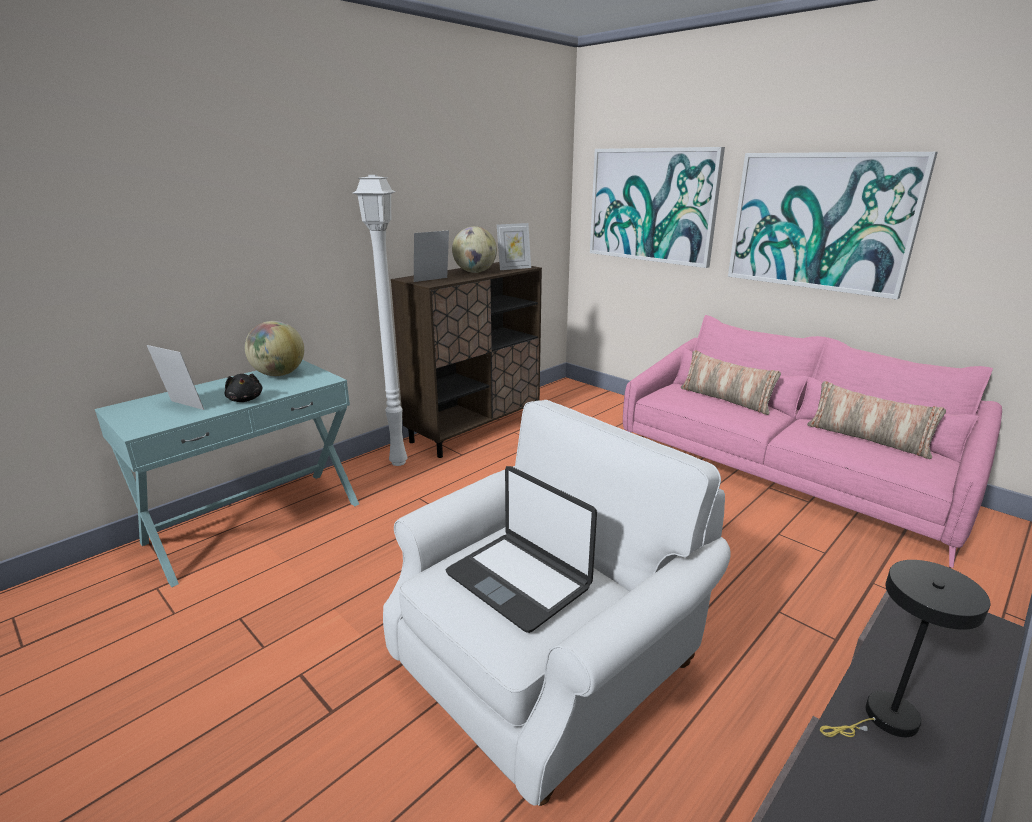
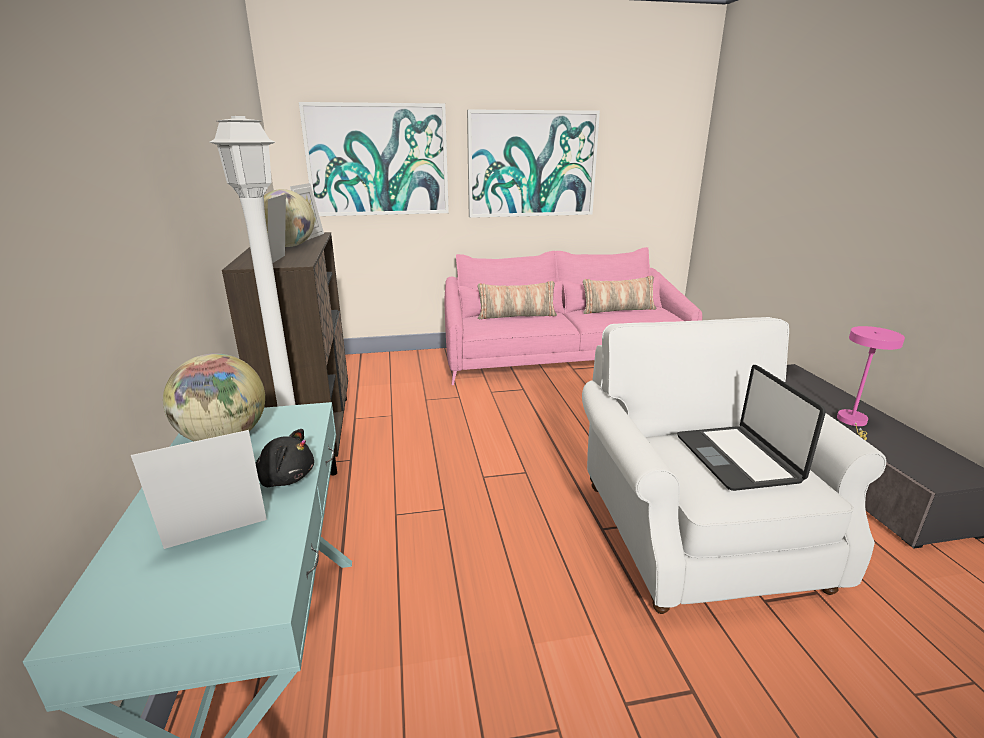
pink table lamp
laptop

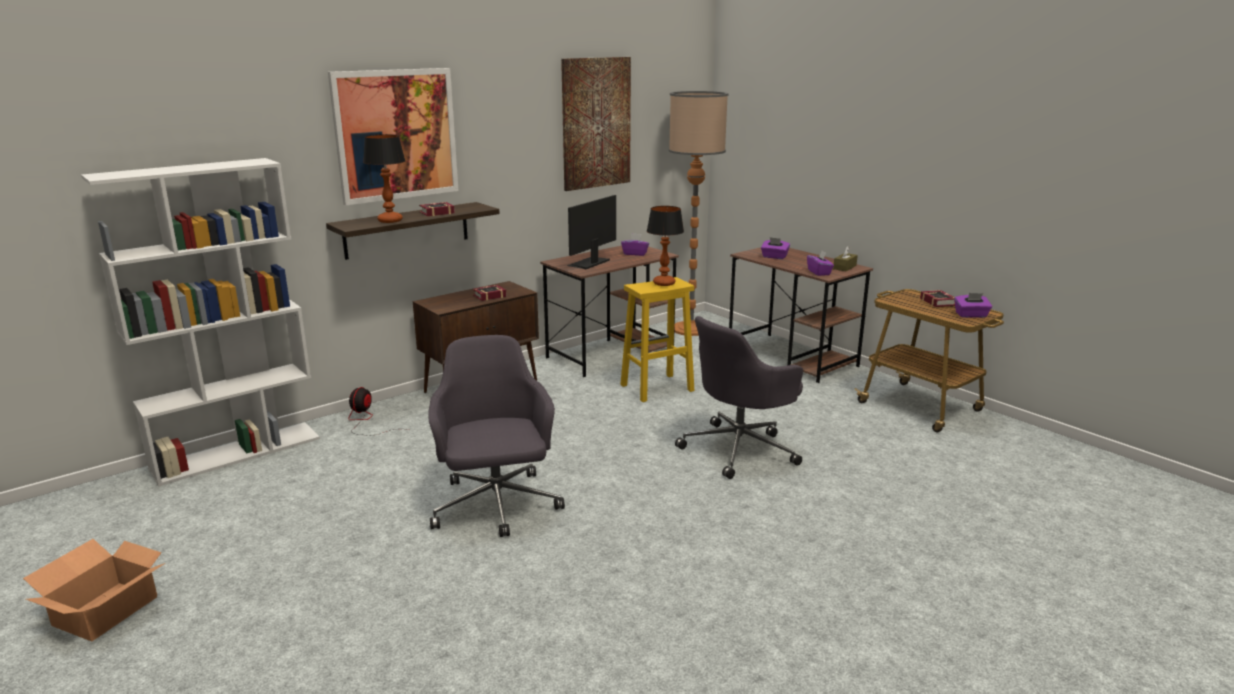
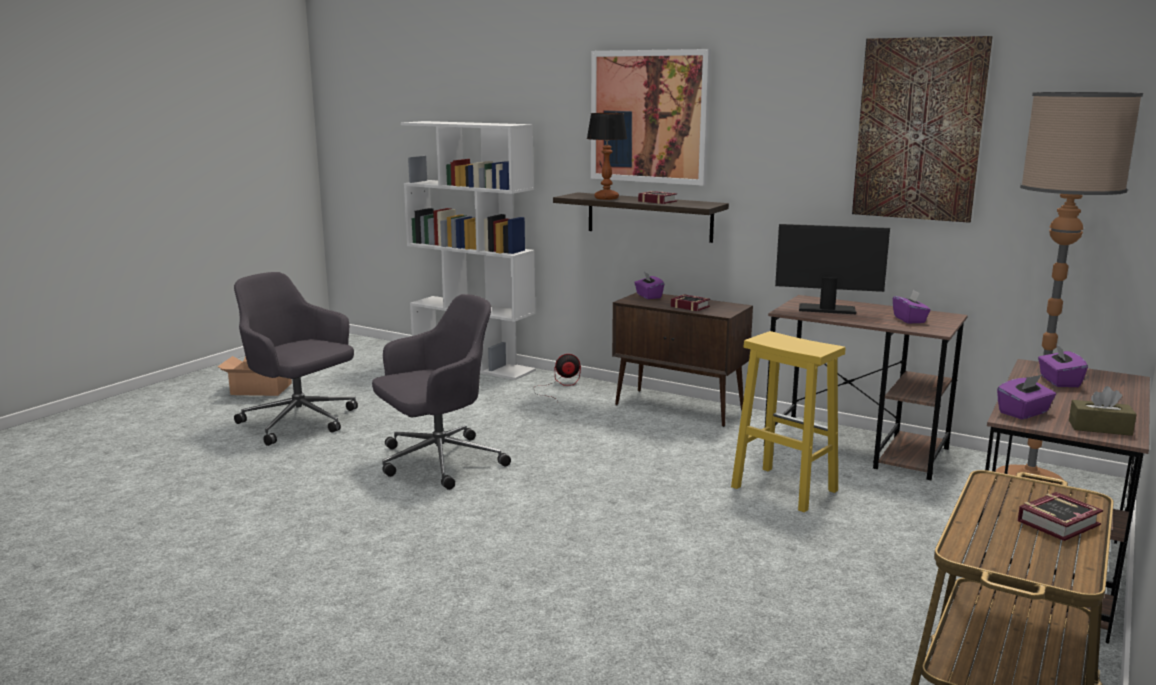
table lamp (2nd from left in the first image)
grey office chair (1st from left)
purple tissue box (1st from left)

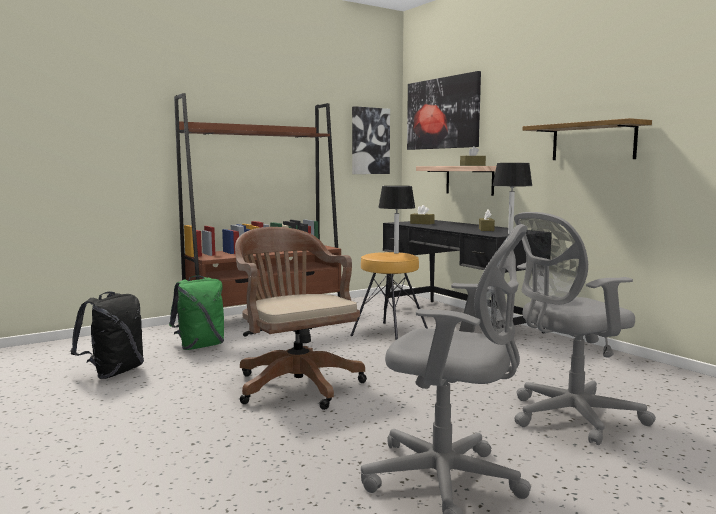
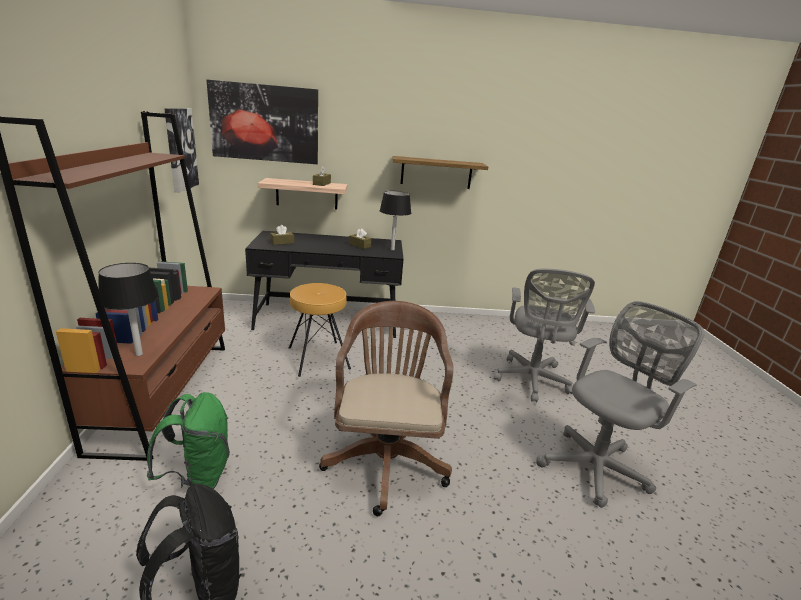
black table lamp (1st from left)
brown office chair

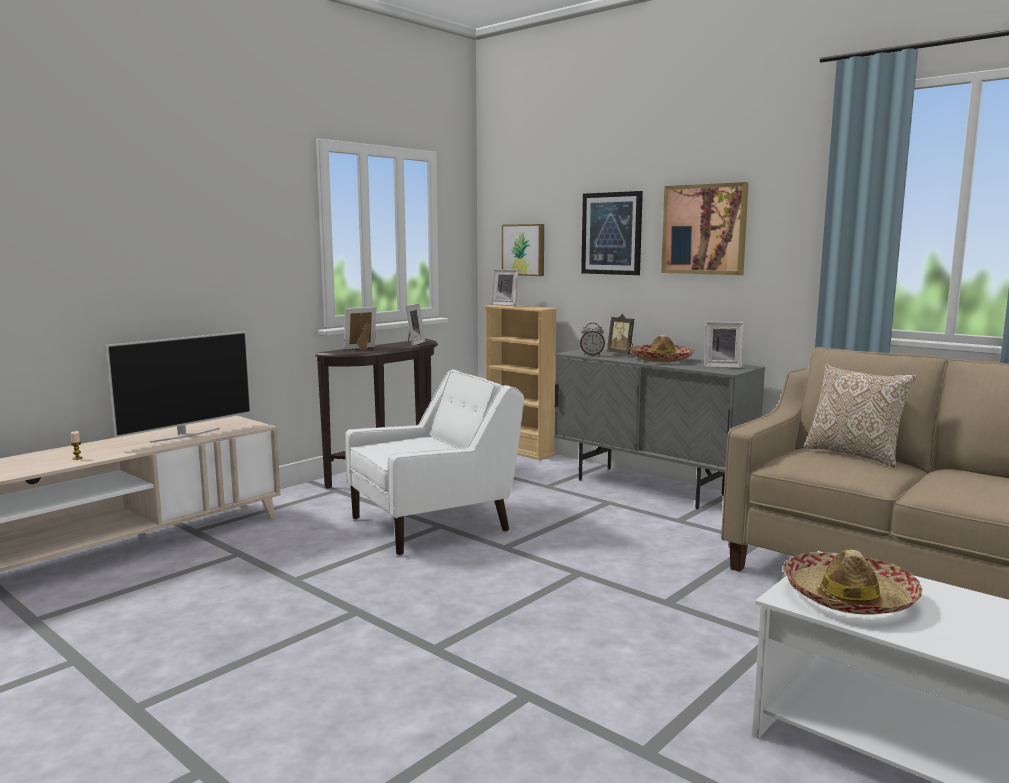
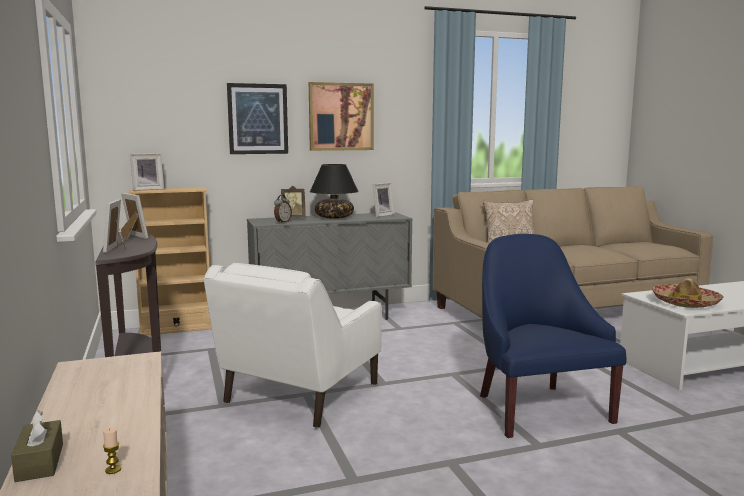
television
picture (1st from left in the first image)
brown tissue box
blue armchair
black table lamp
white armchair

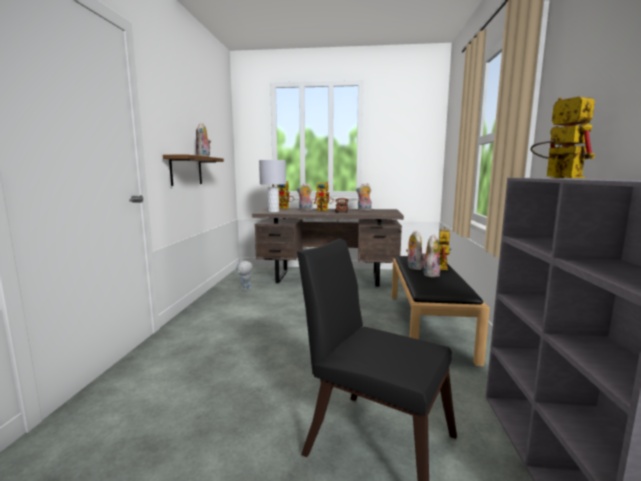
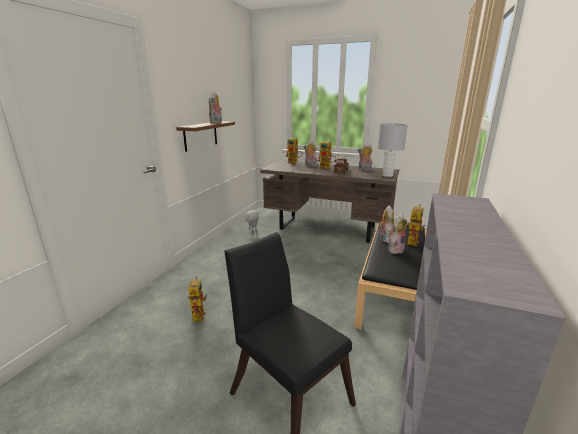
grey table lamp
toy robot (1st from left)

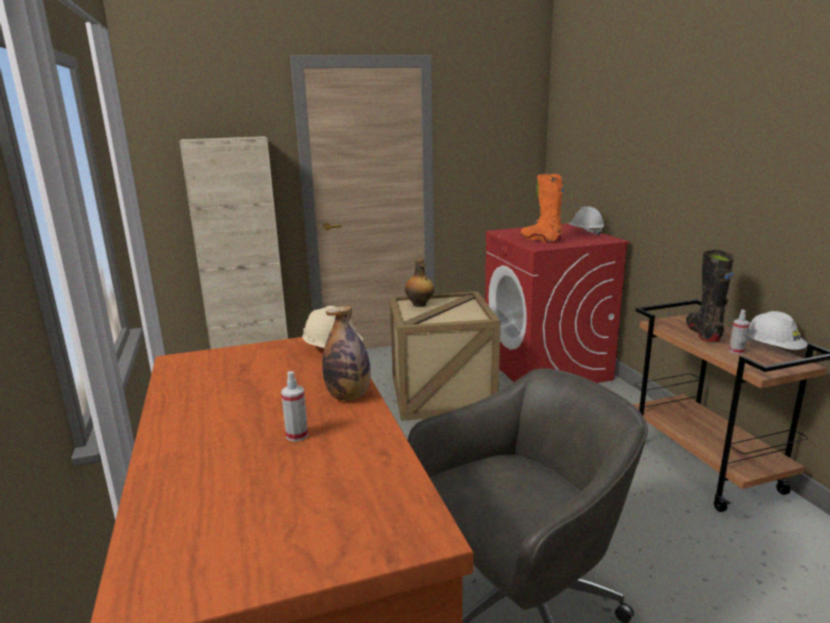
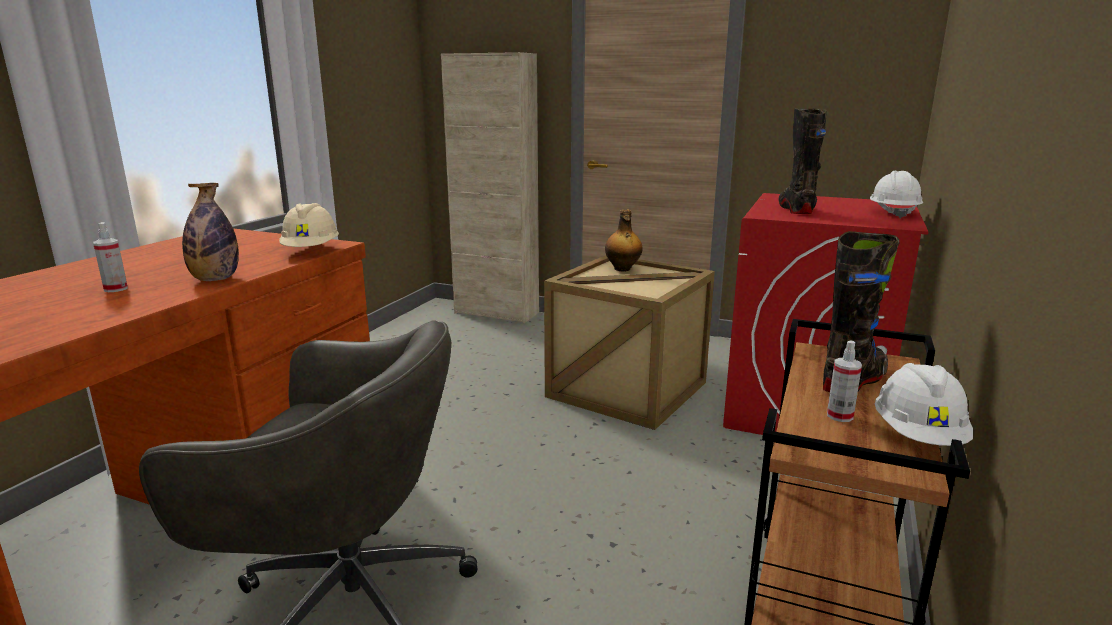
black boot (1st from left)

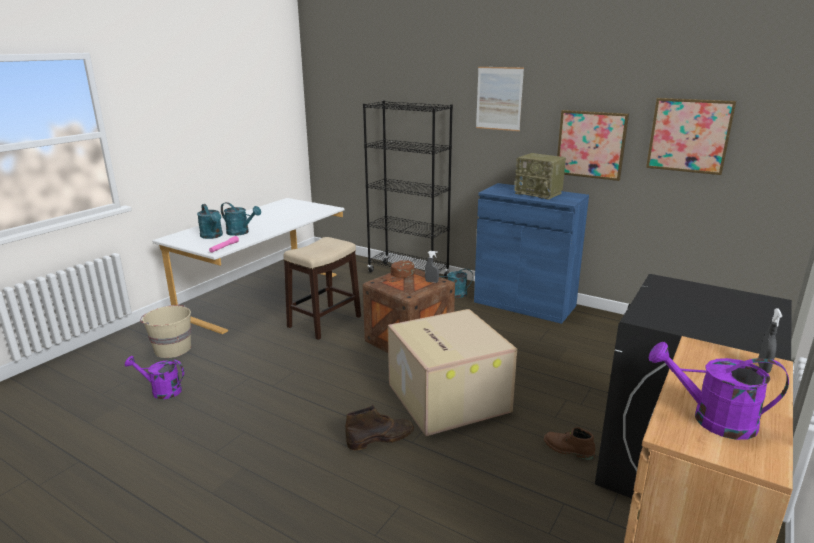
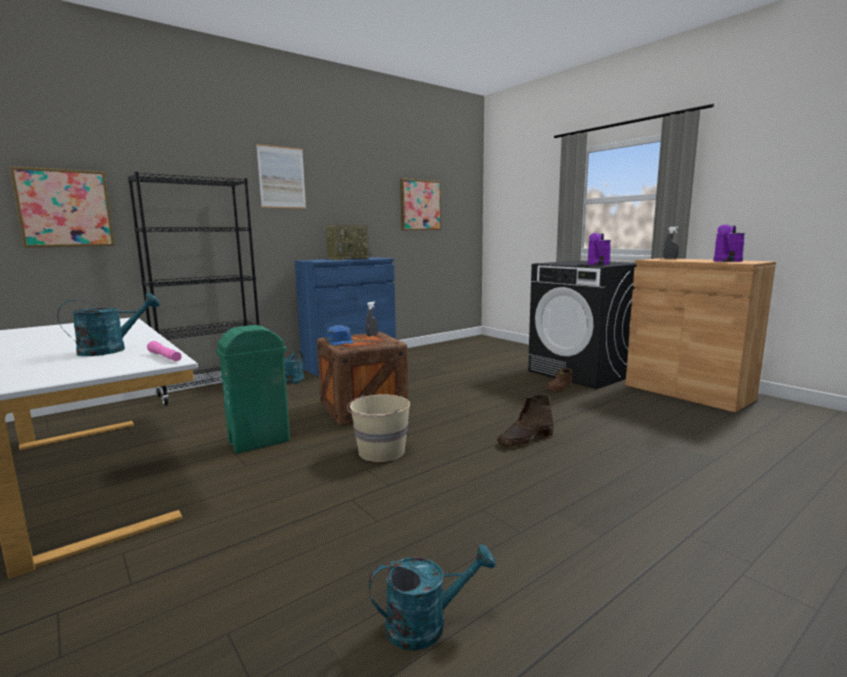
cardboard box
purple watering can (1st from left)
beige bucket
turquoise watering can (3rd from left)
picture (1st from left)
green trash can
blue cap
brown boot (1st from left)

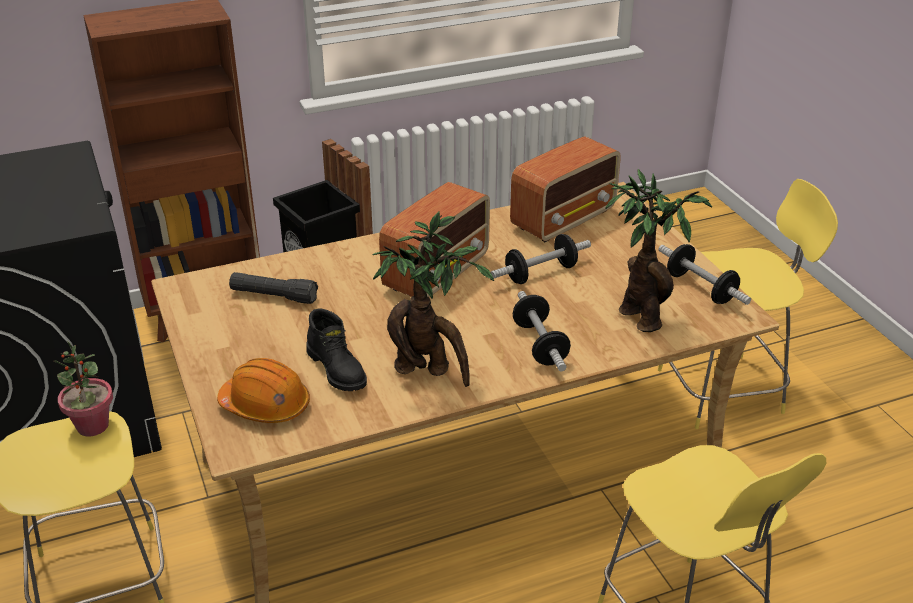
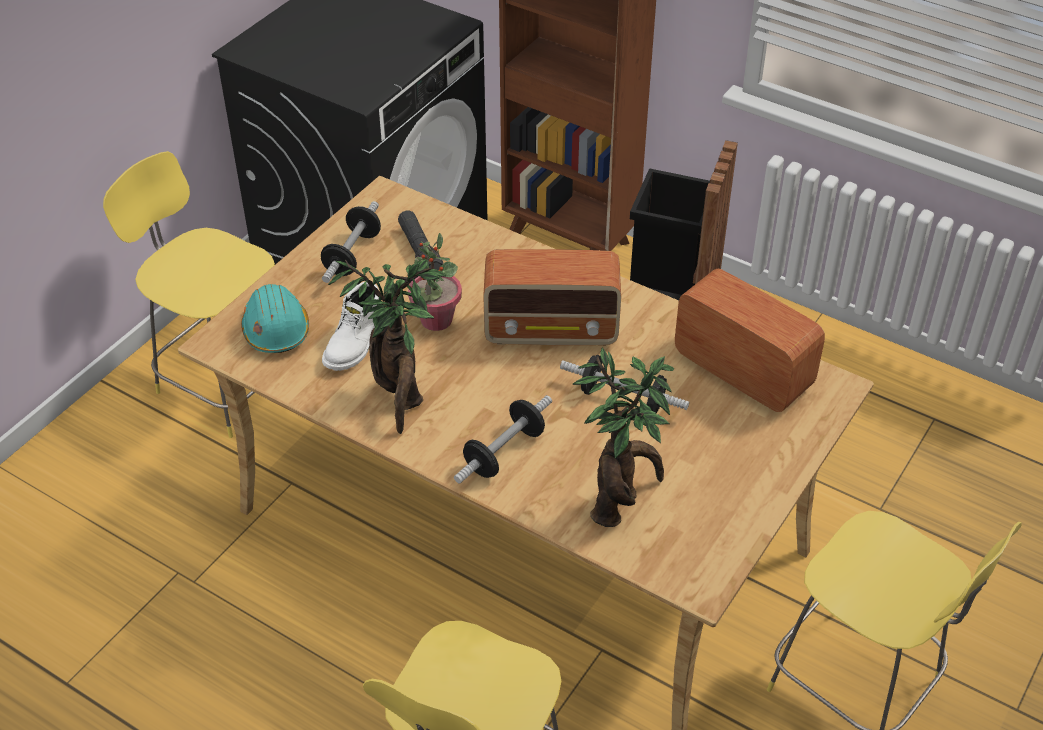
potted plant (2nd from left)
dumbbell (1st from left)
turquoise hard hat
white boot
radio (2nd from left)

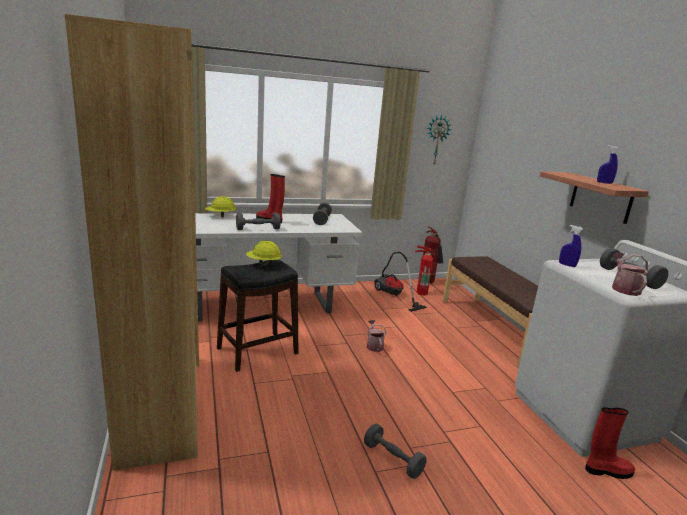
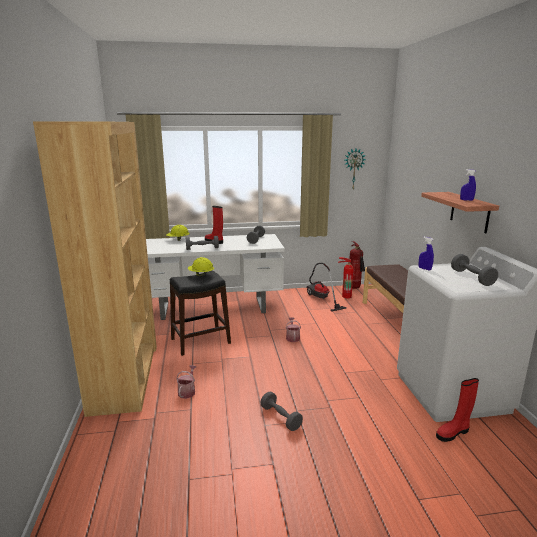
watering can (1st from left)
red boot (2nd from left)

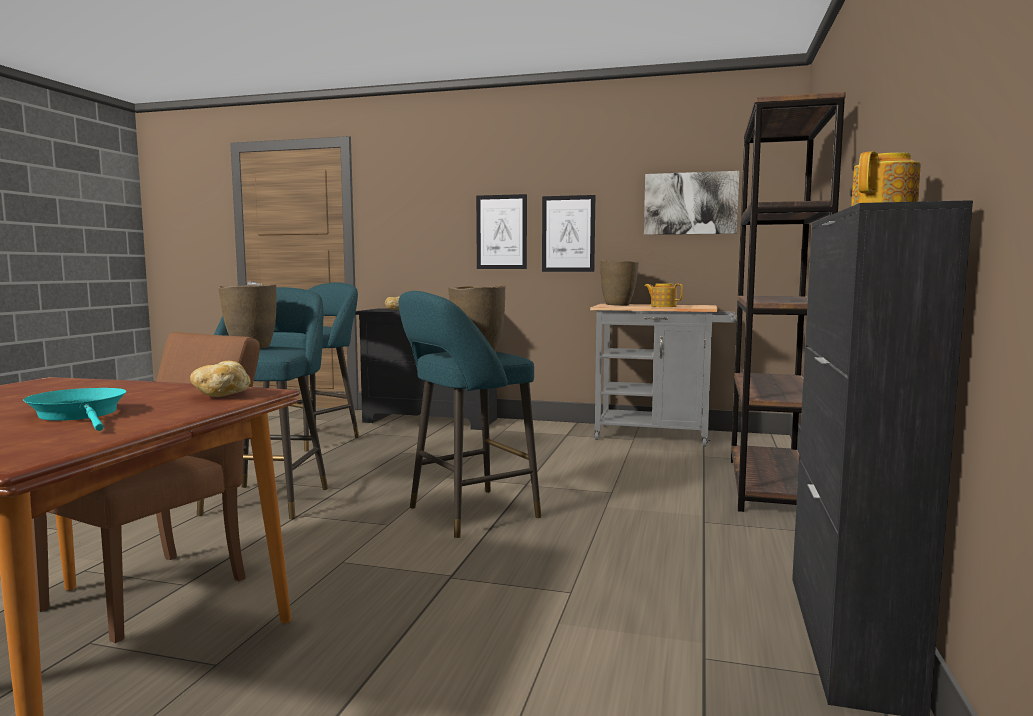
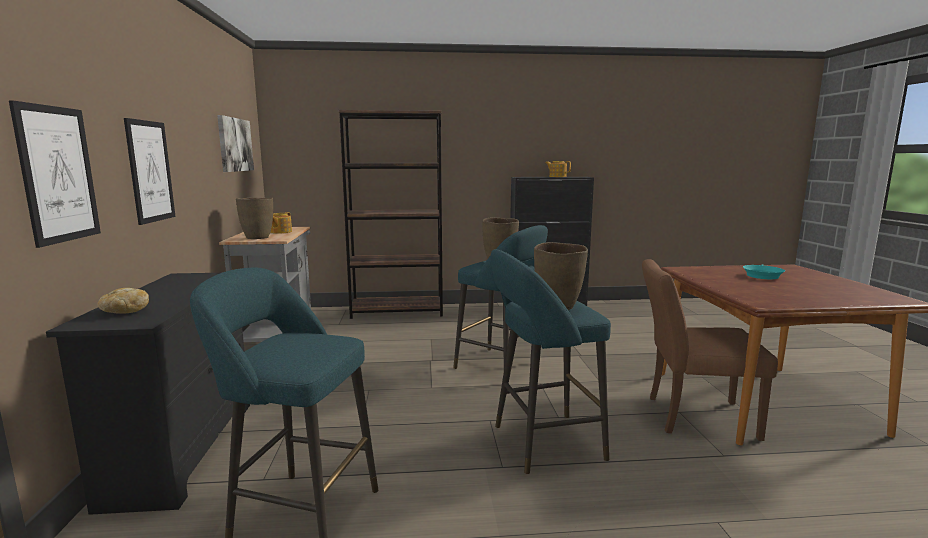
bread (1st from left in the first image)
picture (1st from left)

